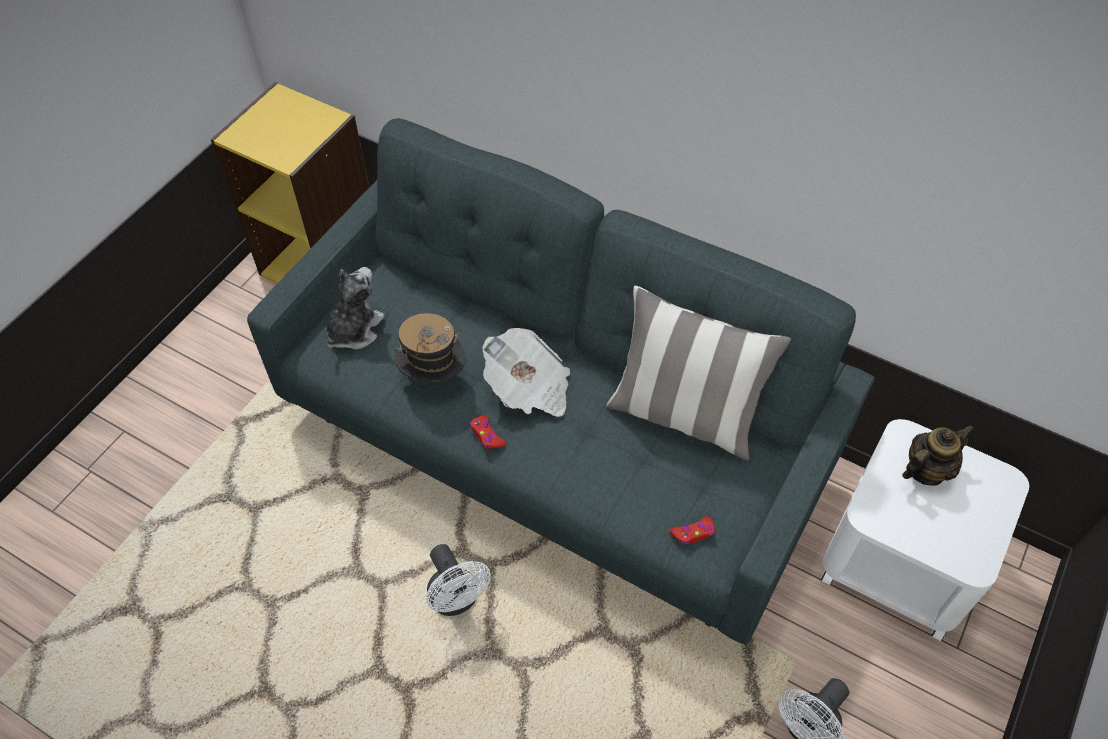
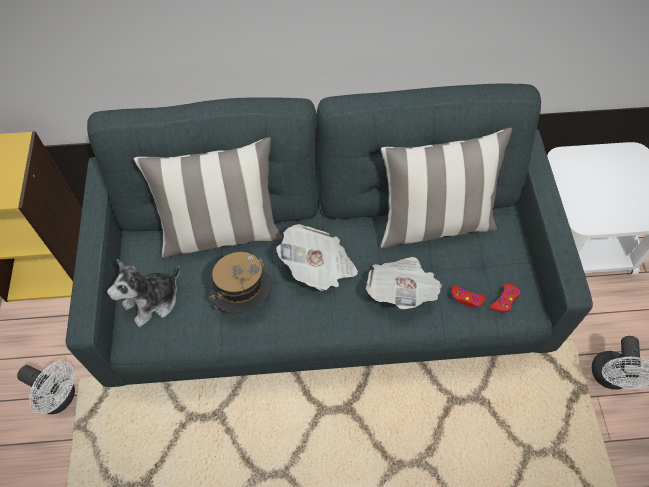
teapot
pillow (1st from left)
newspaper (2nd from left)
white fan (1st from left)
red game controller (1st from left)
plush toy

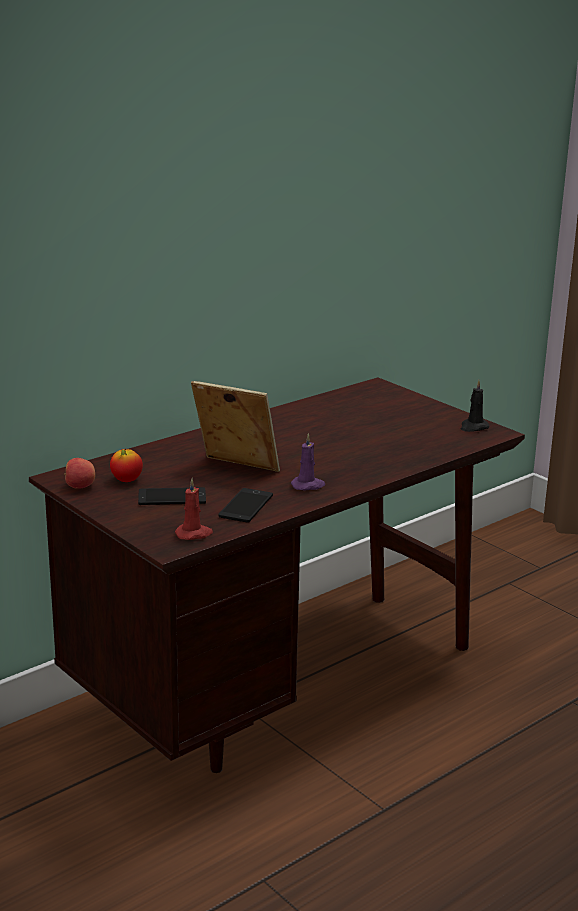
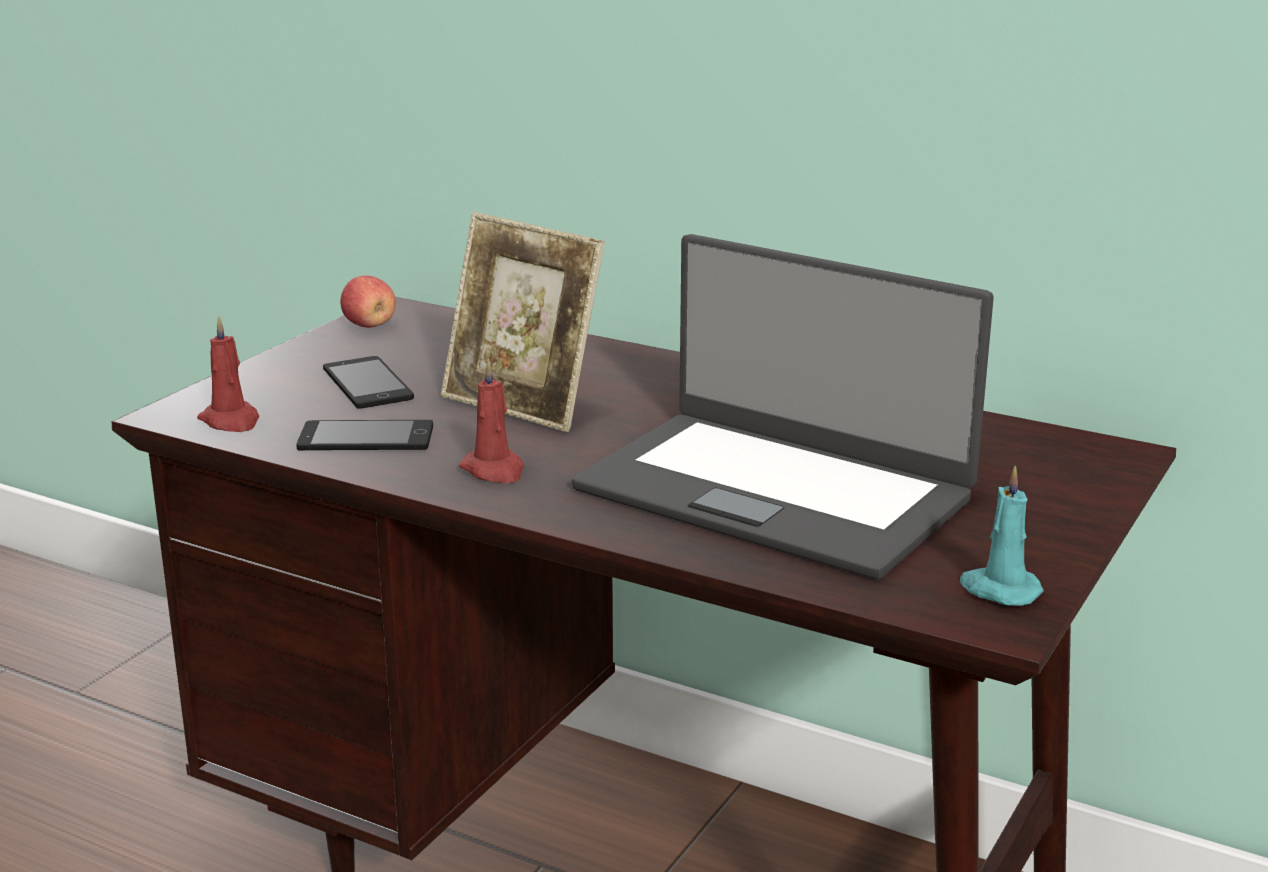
apple (2nd from left in the first image)
laptop
red candle (2nd from left)
turquoise candle
picture frame

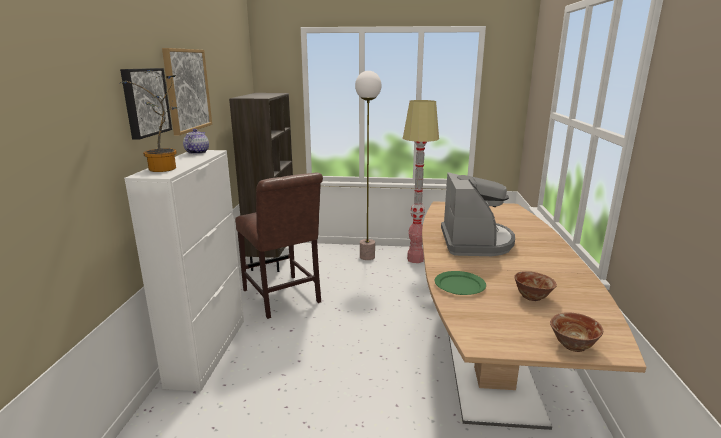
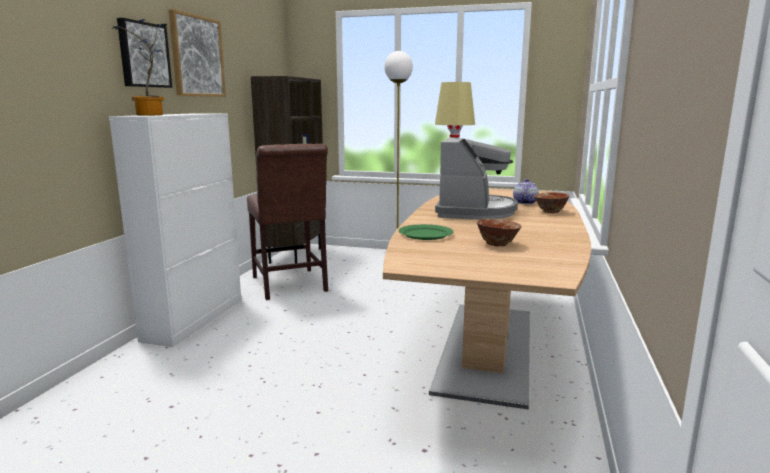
teapot
bowl (2nd from left)

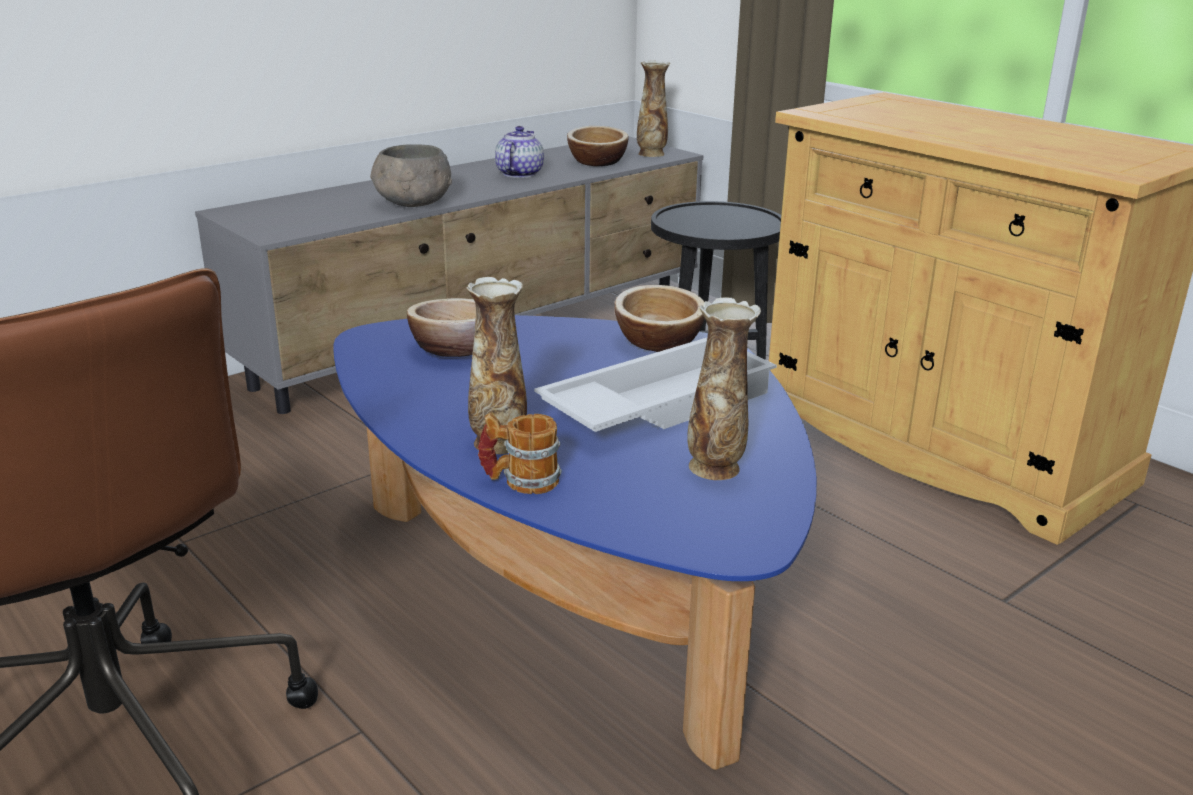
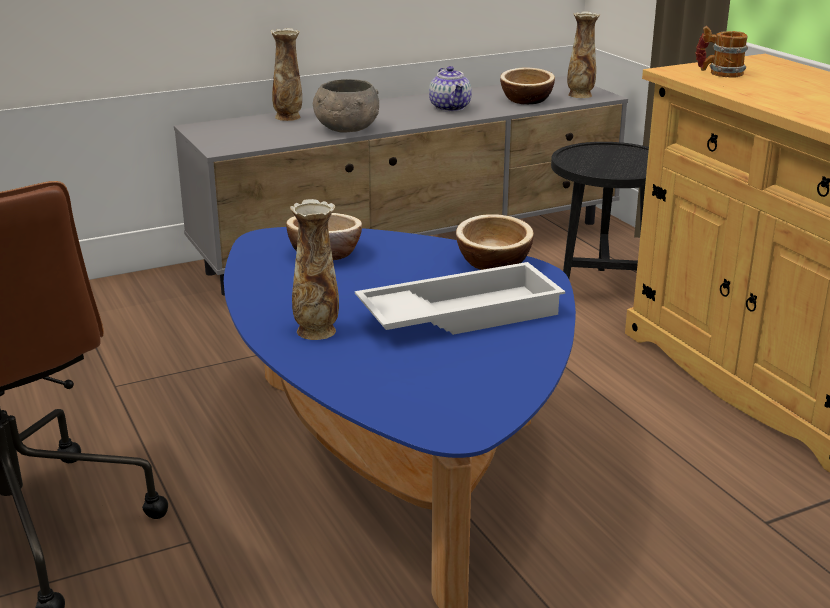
mug
vase (1st from left)
teapot

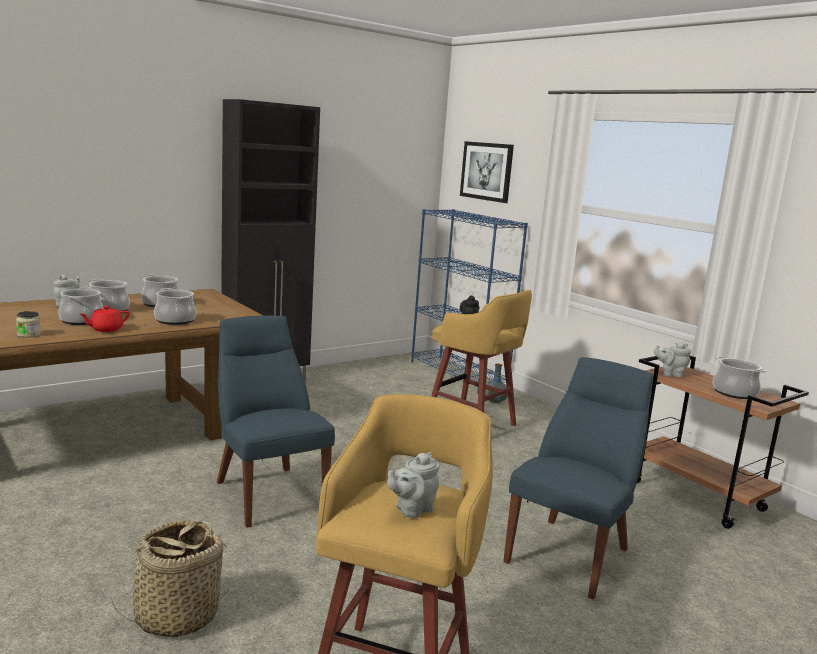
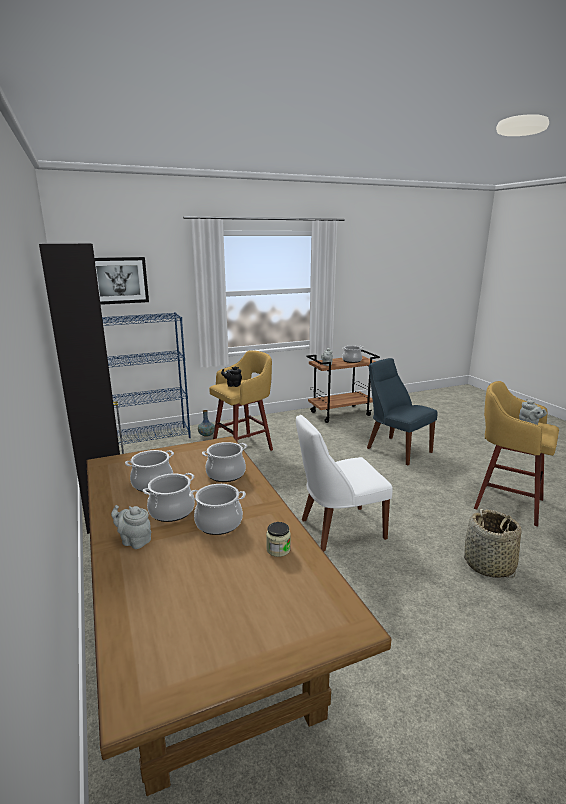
red teapot
white chair

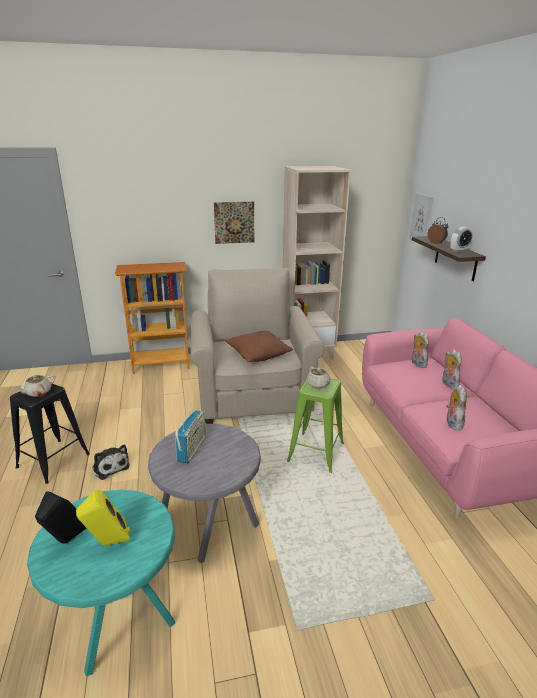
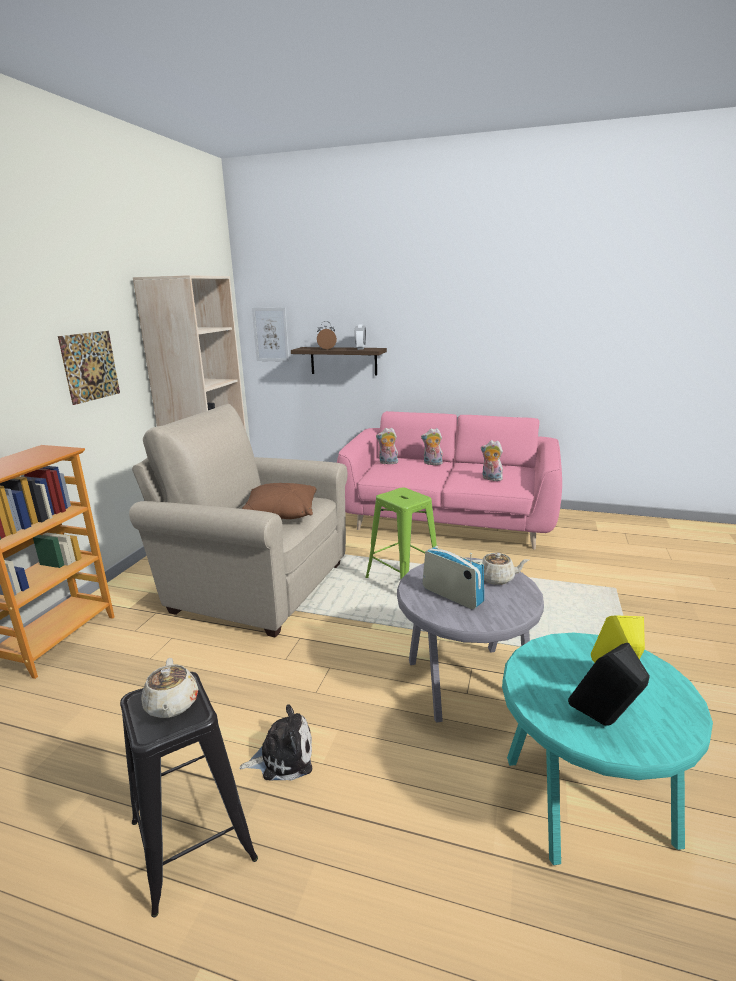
beige teapot (2nd from left)

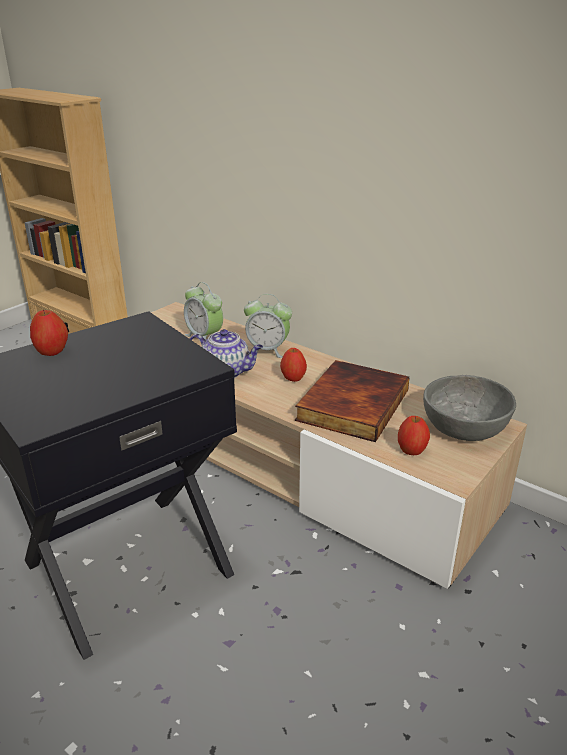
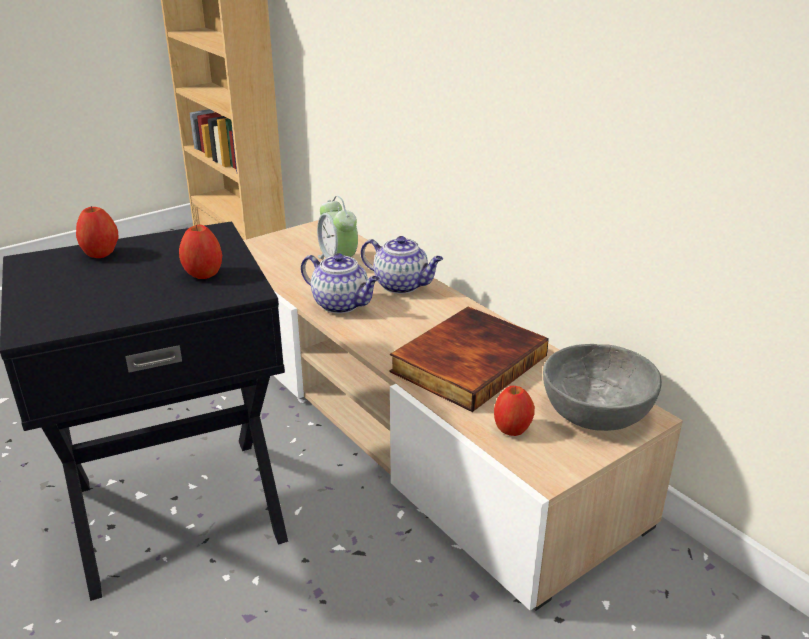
apple (2nd from left)
teapot (2nd from left)

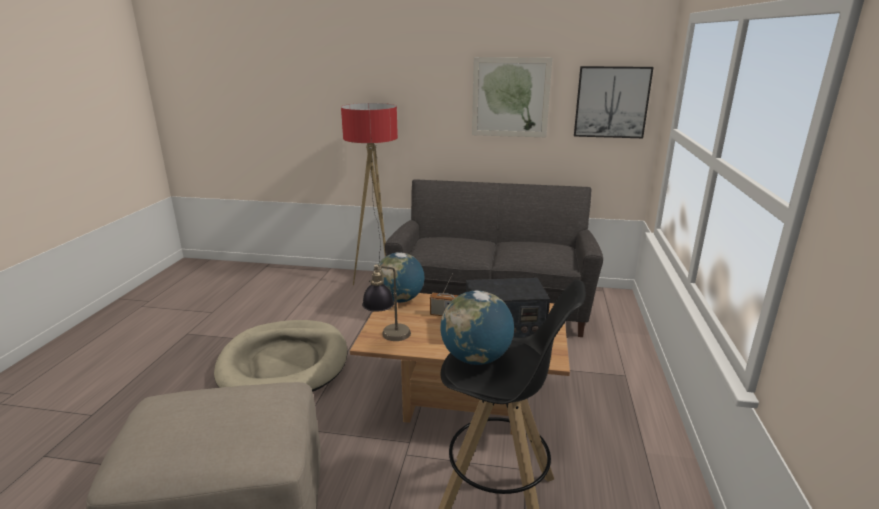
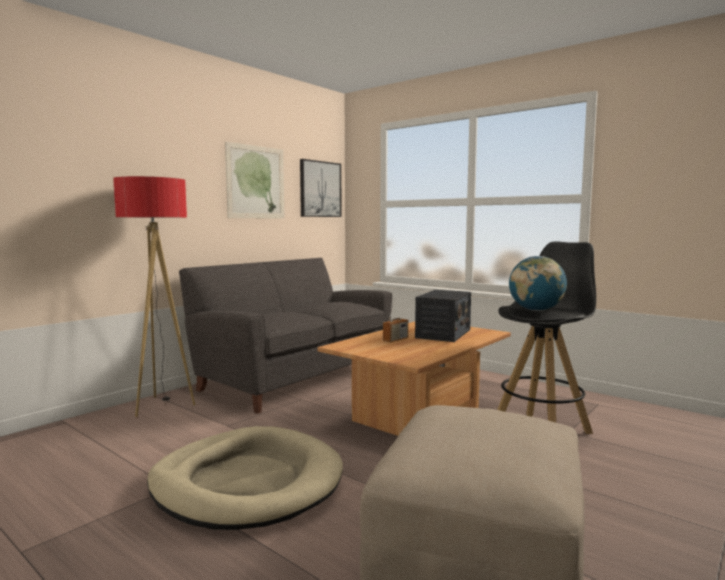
table lamp
globe (1st from left in the first image)

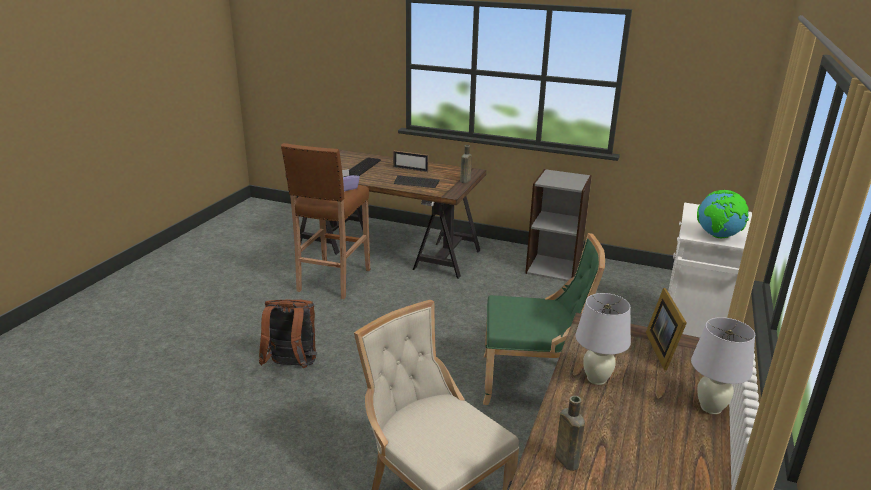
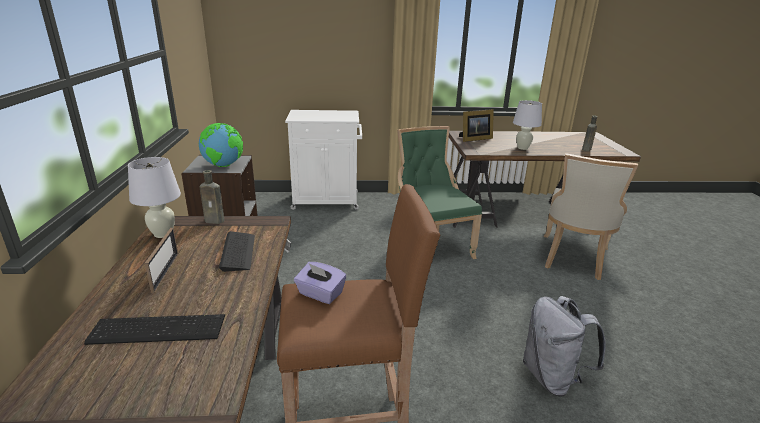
white table lamp (1st from left)
globe
grey backpack

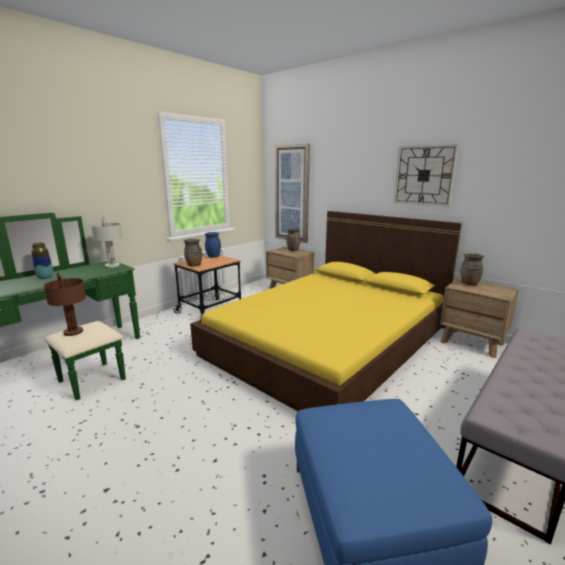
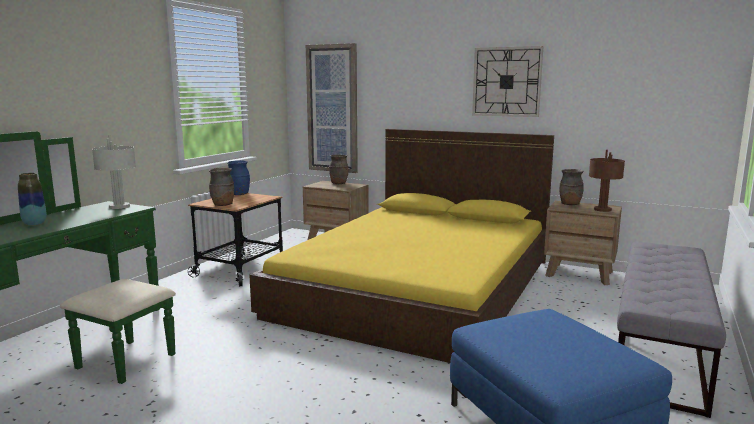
brown table lamp

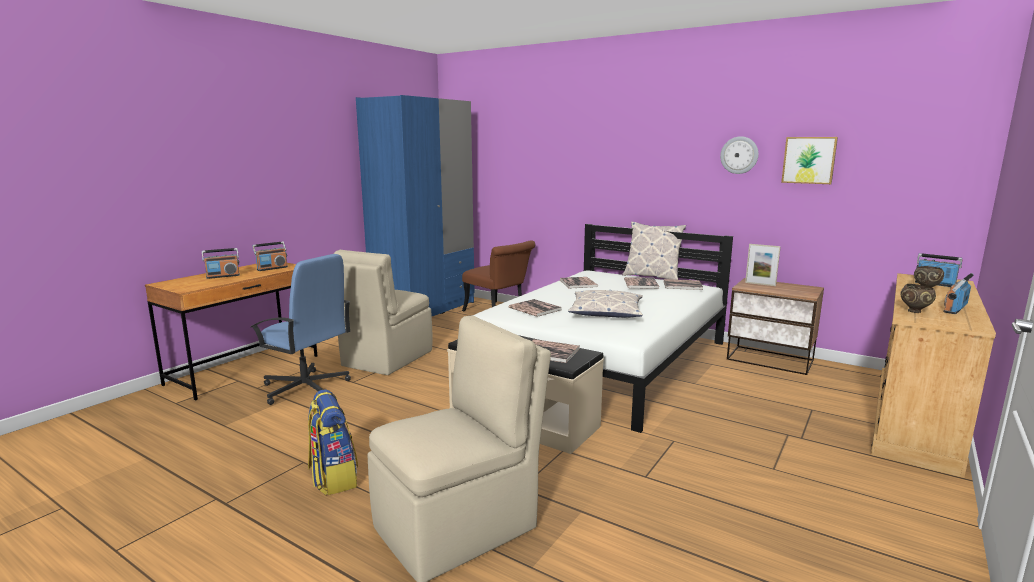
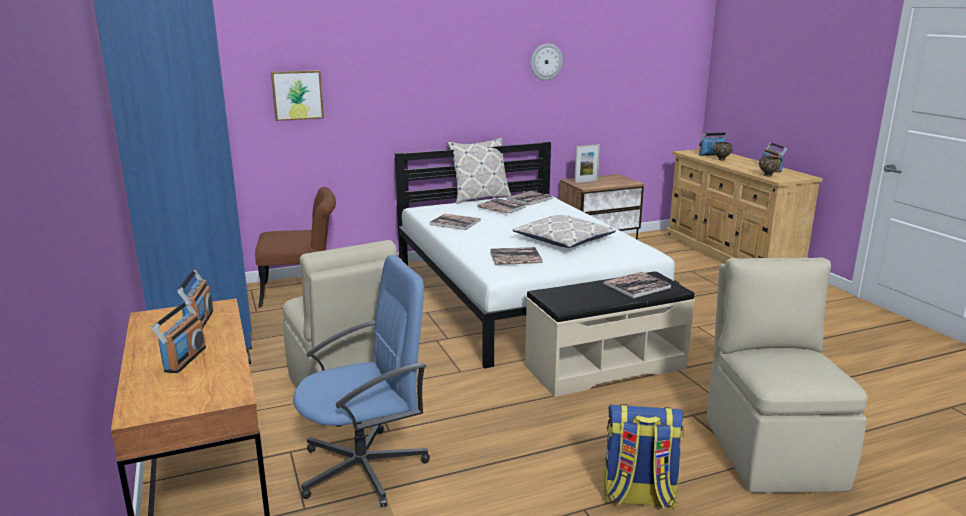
picture

